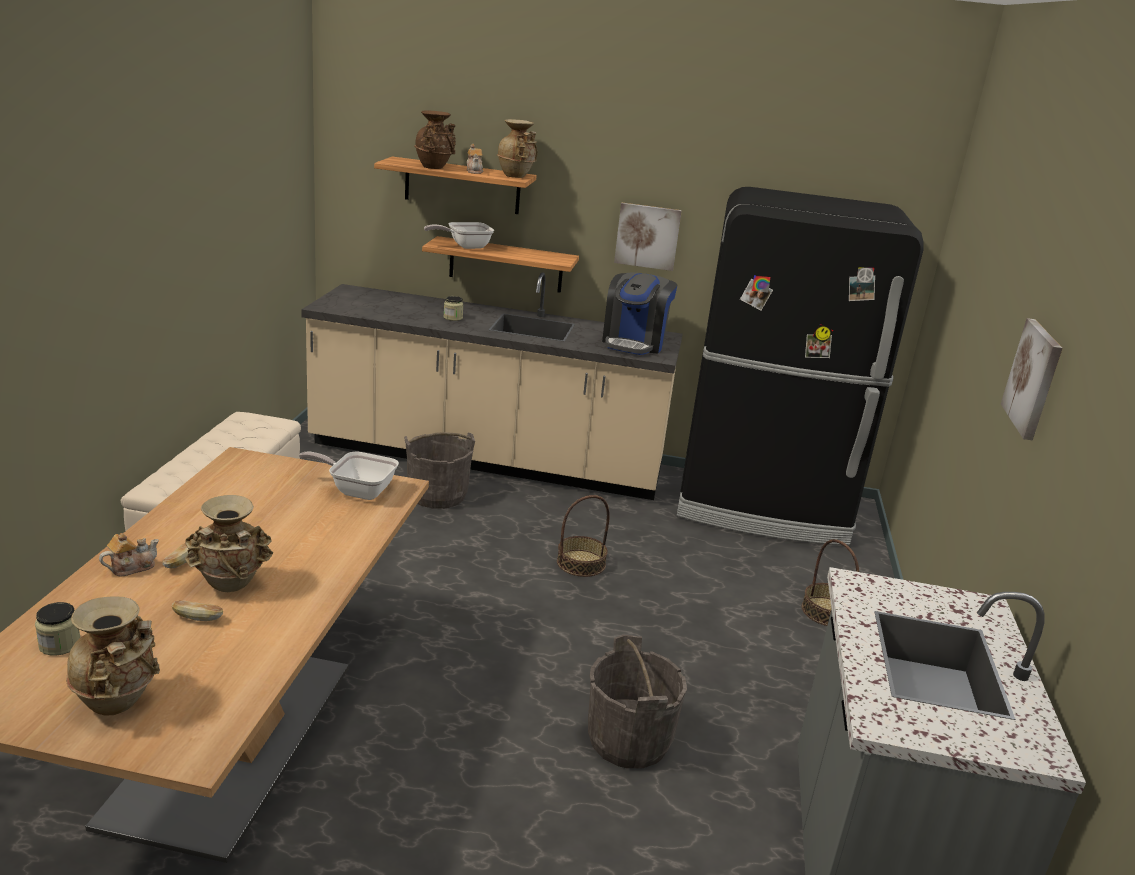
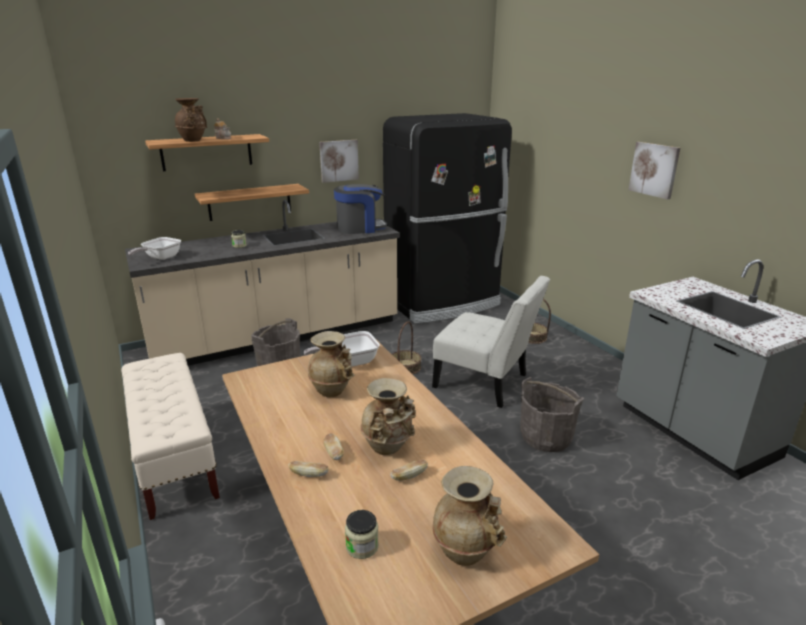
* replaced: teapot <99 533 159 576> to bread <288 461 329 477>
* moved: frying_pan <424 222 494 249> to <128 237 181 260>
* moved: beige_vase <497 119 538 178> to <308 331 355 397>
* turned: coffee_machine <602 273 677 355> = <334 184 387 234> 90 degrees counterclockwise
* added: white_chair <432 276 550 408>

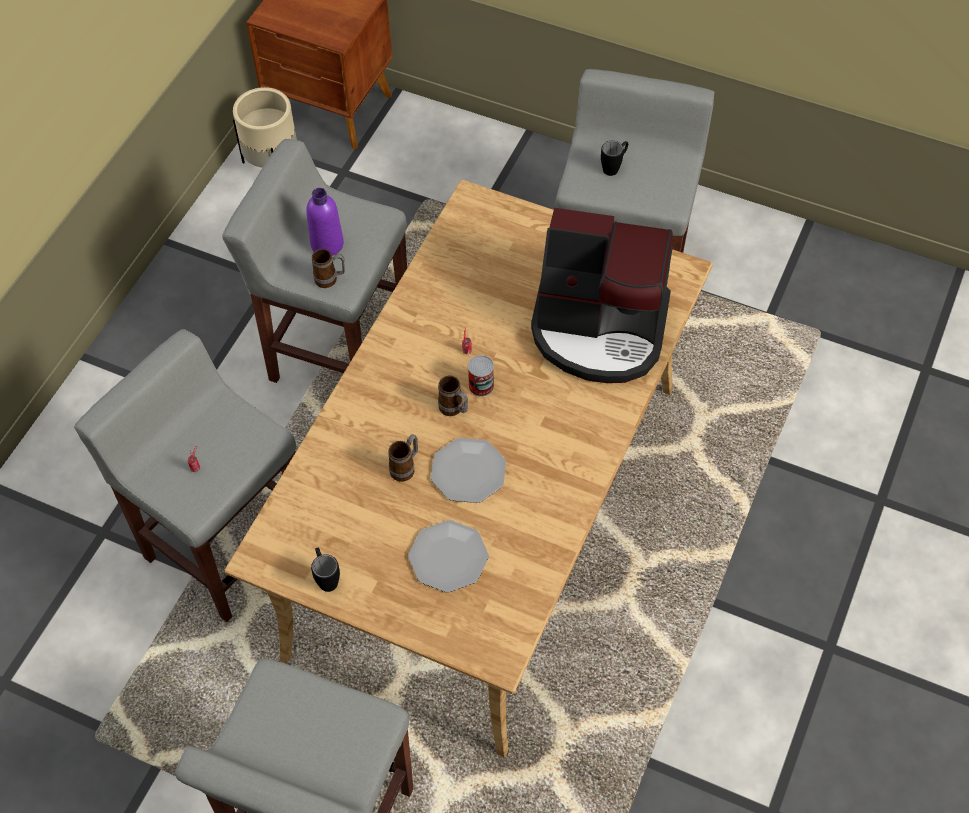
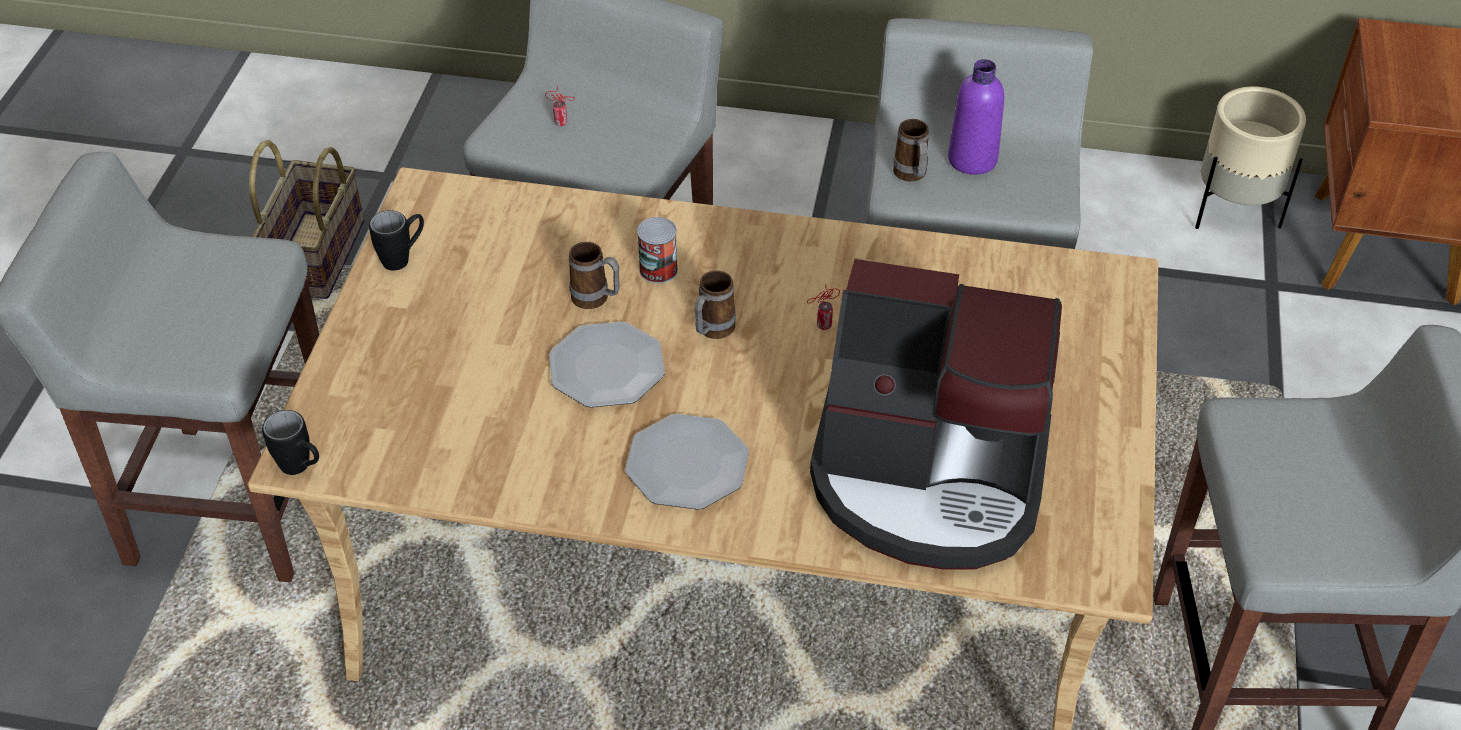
* moved: plate <408 520 489 592> to <625 414 749 510>
* moved: can <468 355 494 397> to <637 217 678 283>
* turned: coffee_machine <531 208 673 383> = <810 259 1062 570> 75 degrees counterclockwise
* moved: black_mug <601 141 628 176> to <262 410 319 475>
* added: basket <249 140 364 299>

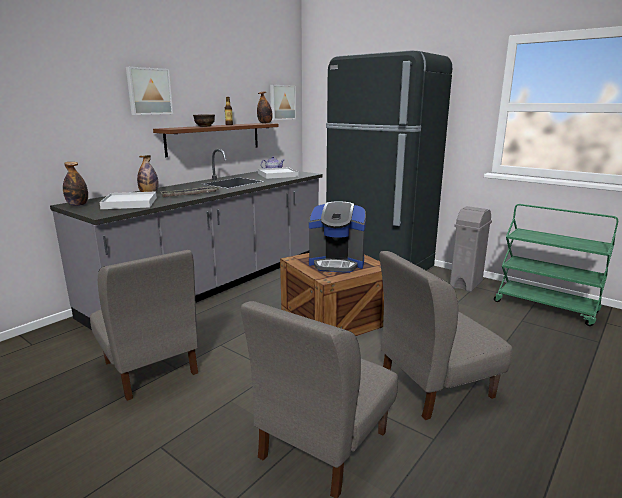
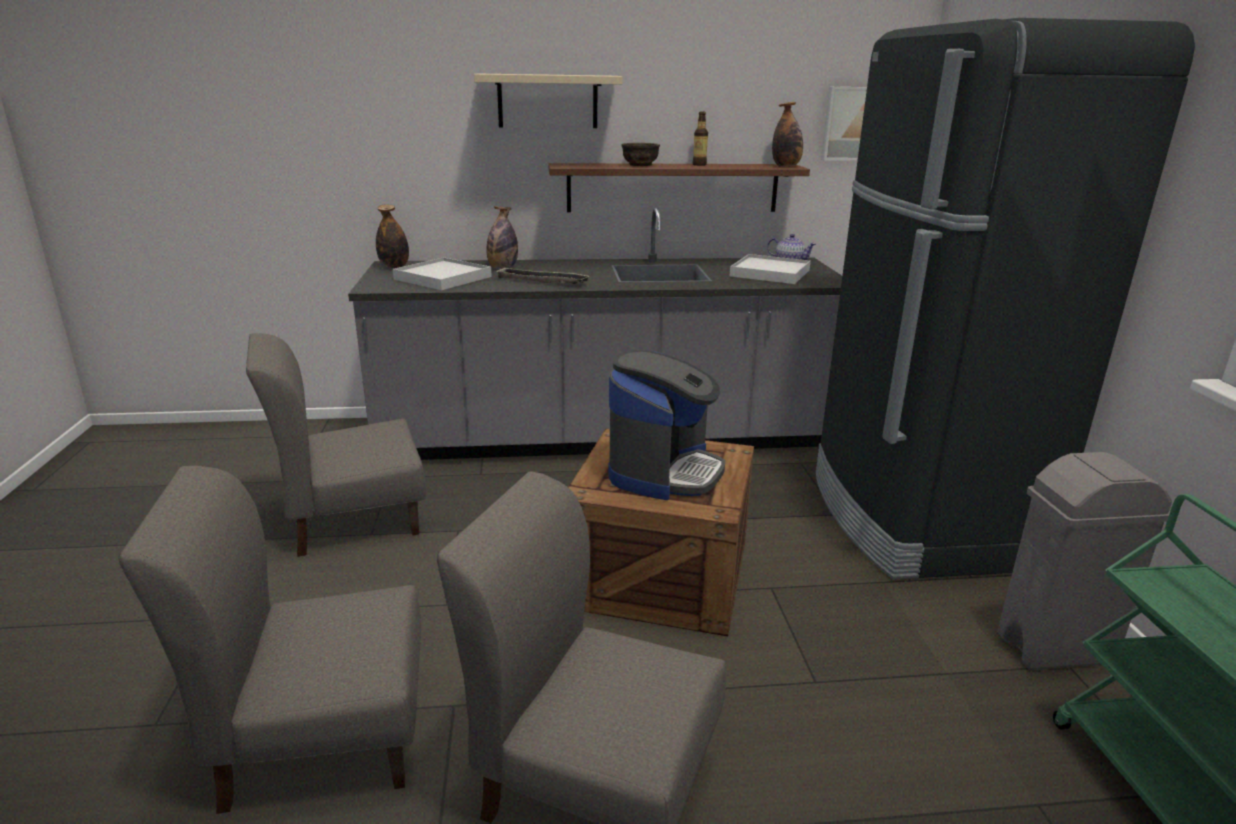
* turned: grey_chair <90 250 198 401> = <246 333 426 557> 60 degrees clockwise
* replaced: picture <126 67 173 115> to beige_shelf <474 74 622 128>
* turned: coffee_machine <309 202 366 273> = <608 350 725 500> 120 degrees counterclockwise

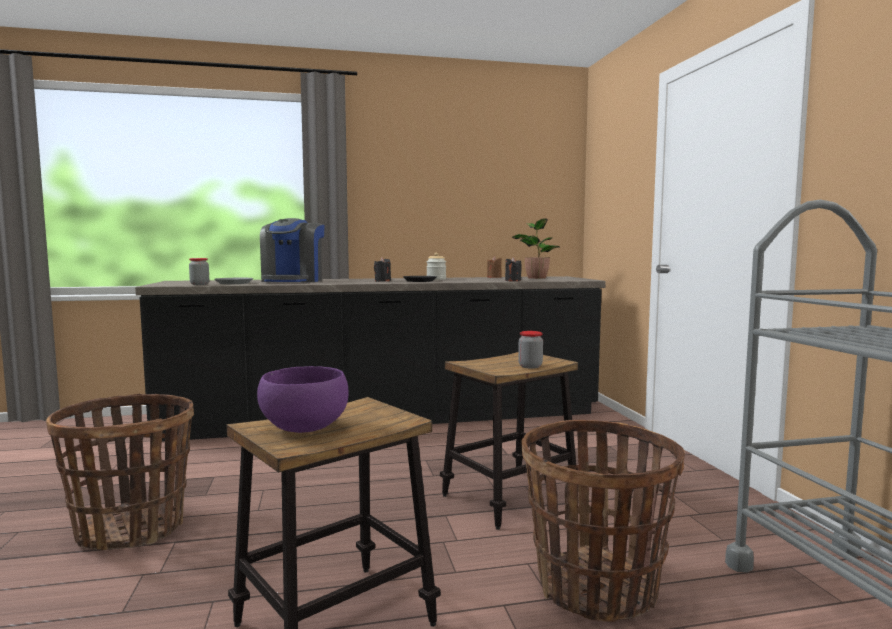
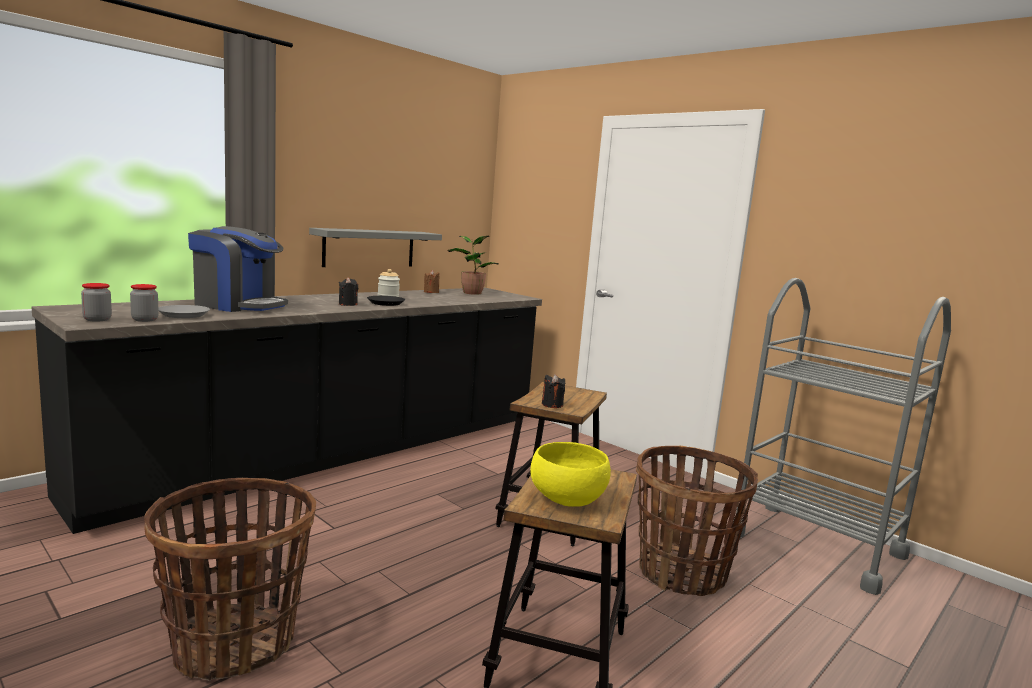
* recoloured: purple_bowl <257 366 349 433> to yellow_bowl <530 442 611 507>
* turned: coffee_machine <260 218 325 282> = <188 226 288 312> 45 degrees counterclockwise
* moved: black_candle <505 257 522 281> to <542 374 565 408>
* moved: jar <518 331 543 369> to <81 283 112 322>
* added: grey_shelf <309 228 442 267>

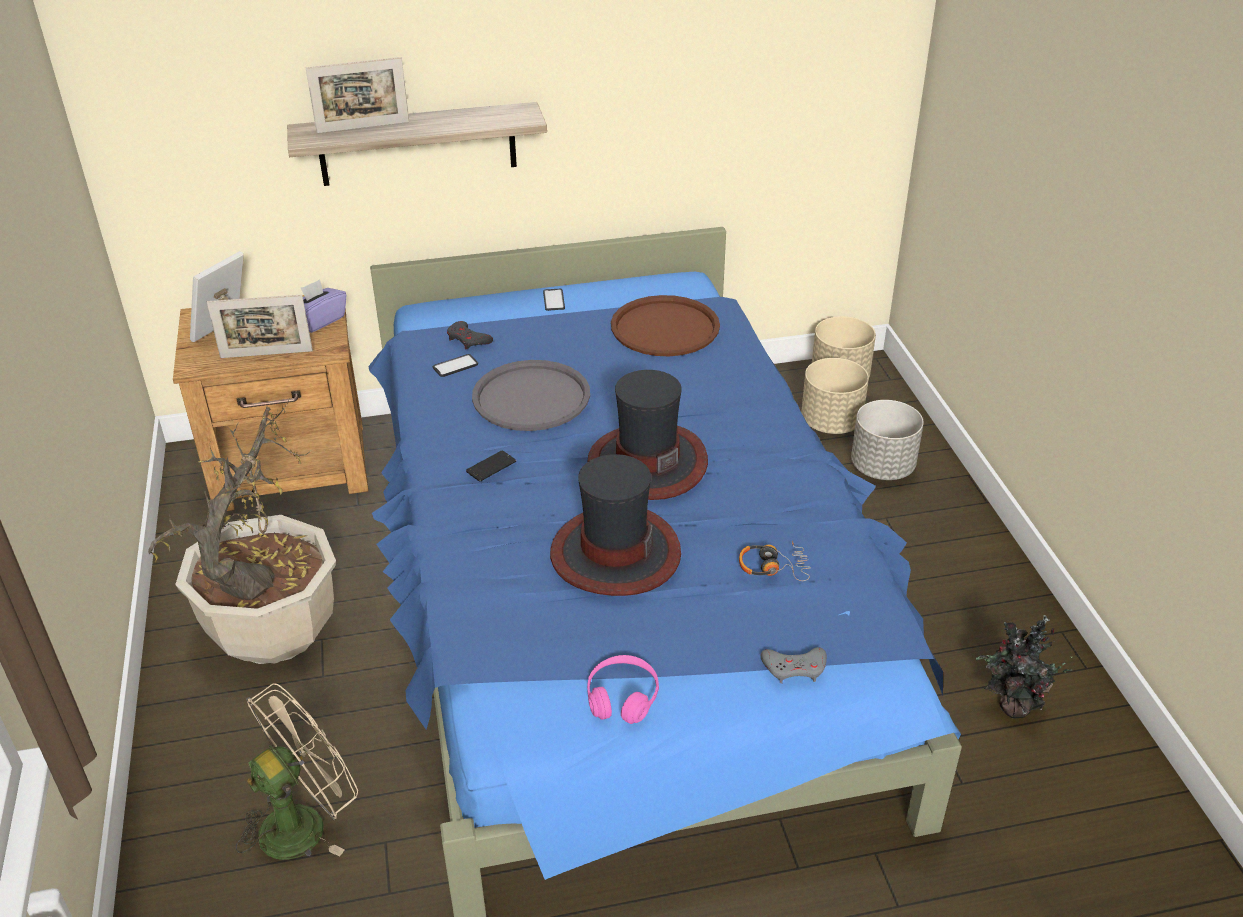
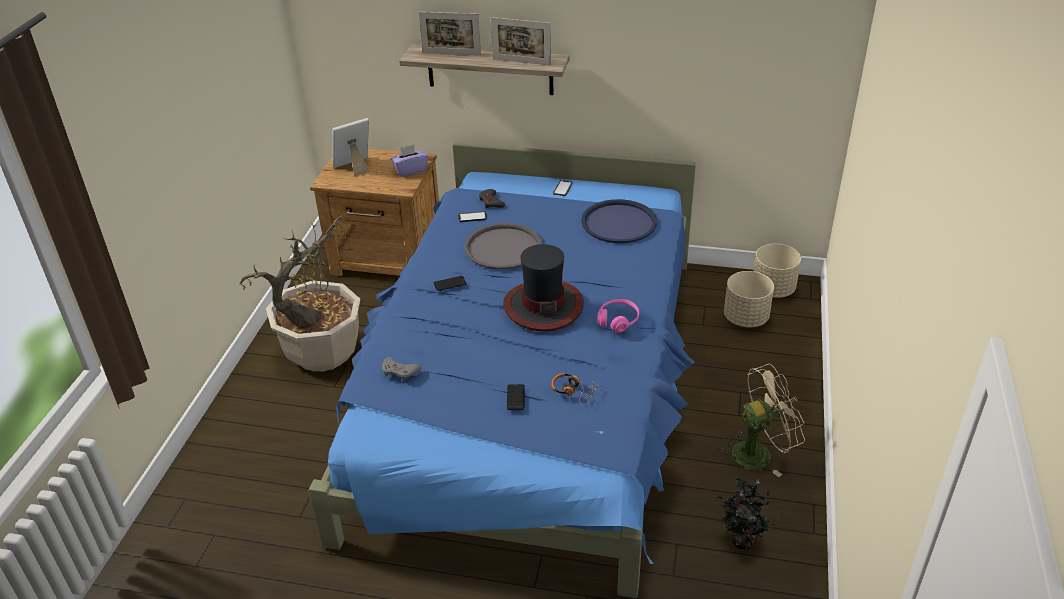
* moved: picture_frame <207 294 313 358> to <491 17 551 65>
* moved: beige_fan <236 683 358 860> to <717 364 805 477>
* removed: hat <550 454 681 596>
* moved: pink_headphones <587 655 659 724> to <597 299 639 333>
* recoloured: brown_tray <611 295 720 356> to blue_tray <581 199 657 243>
* moved: grey_game_controller <761 647 827 683> to <382 357 421 381>
* removed: grey_planter <851 400 924 480>
* added: phone <507 384 525 410>

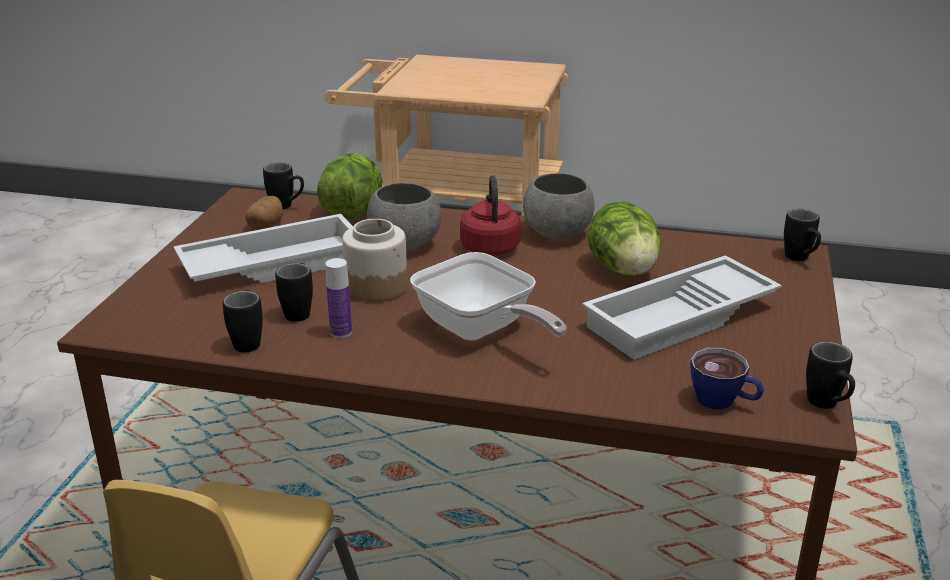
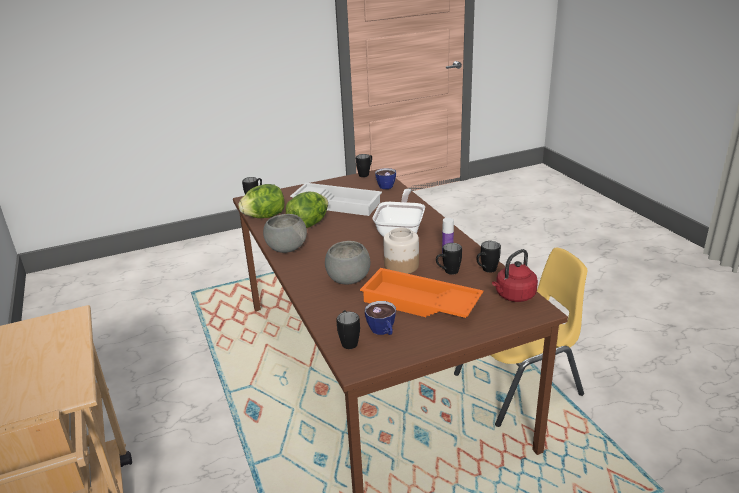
* recoloured: white_tray <173 214 353 283> to orange_tray <360 268 483 318>
* replaced: potato <245 196 283 230> to cup <365 301 396 335>
* moved: lettuce <317 153 383 219> to <238 184 284 218>
* moved: red_kettle <460 175 521 256> to <492 249 538 302>

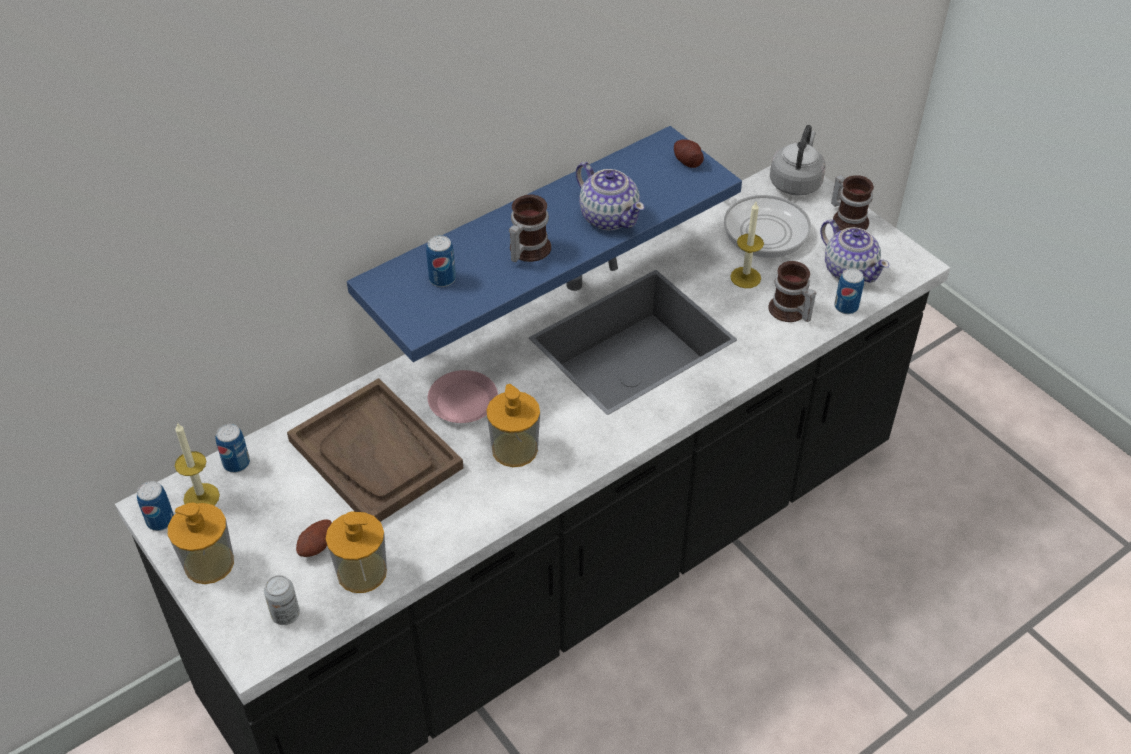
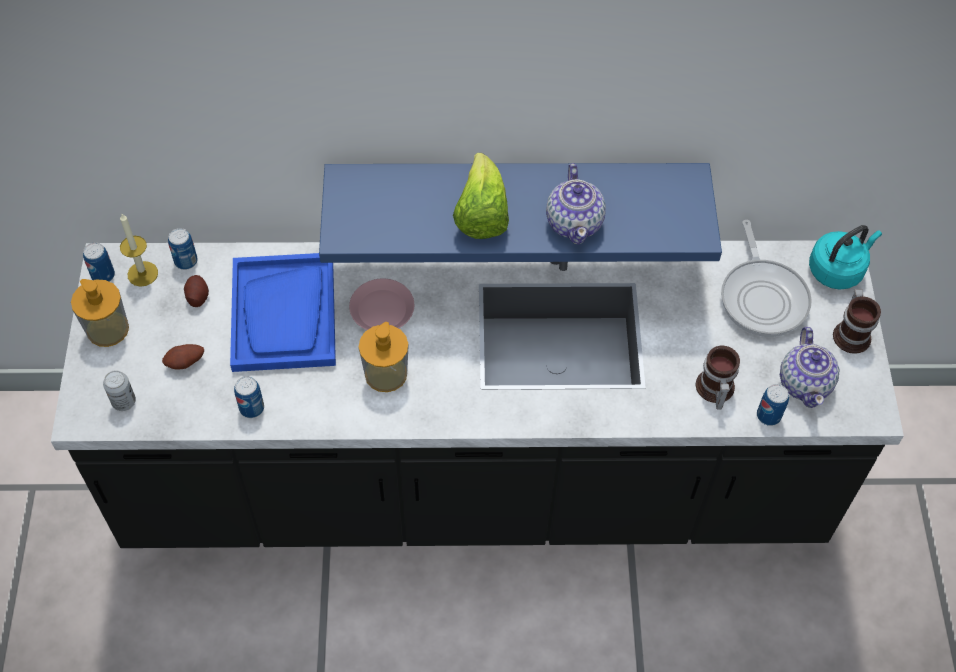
* recoloured: brown_tray <287 378 463 522> to blue_tray <230 253 336 372>
* removed: soap_dispenser <326 512 387 593>
* moved: can <426 235 456 287> to <234 376 264 418>
* replaced: mug <509 194 551 262> to lettuce <453 153 509 239>
* moved: potato <674 139 704 168> to <184 275 209 307>
* removed: candle <730 202 764 288>
* recoloured: grey_kettle <770 125 826 196> to turquoise_kettle <809 225 882 289>

